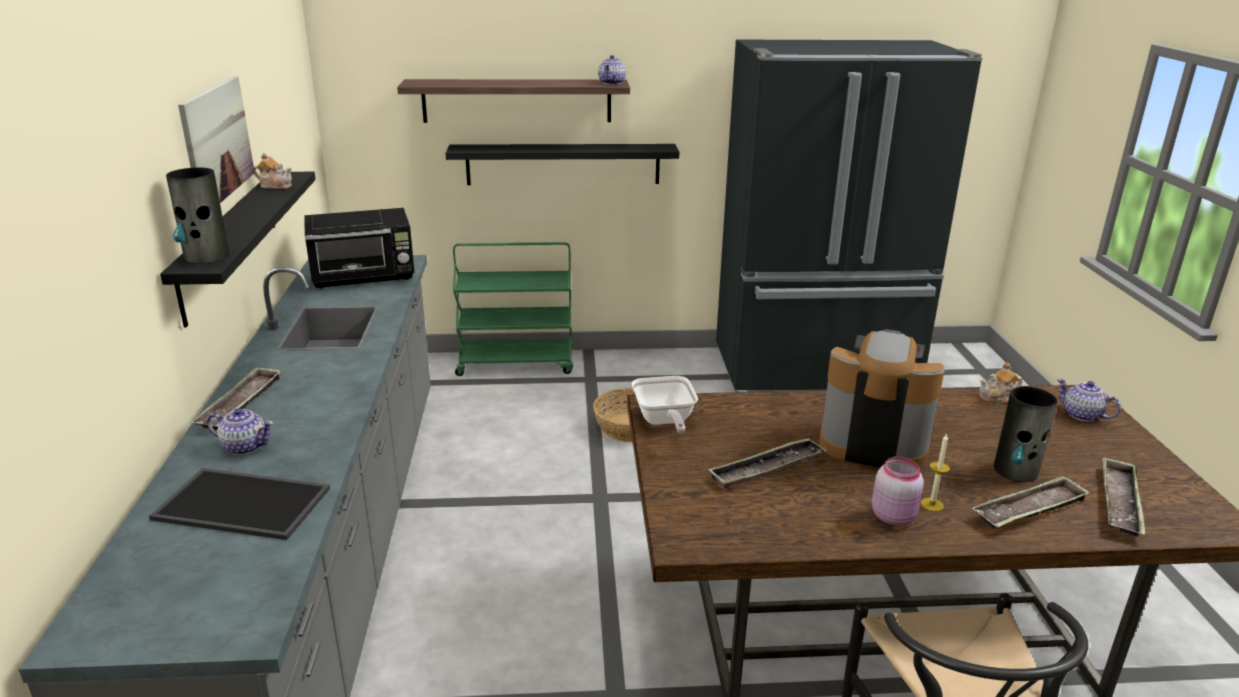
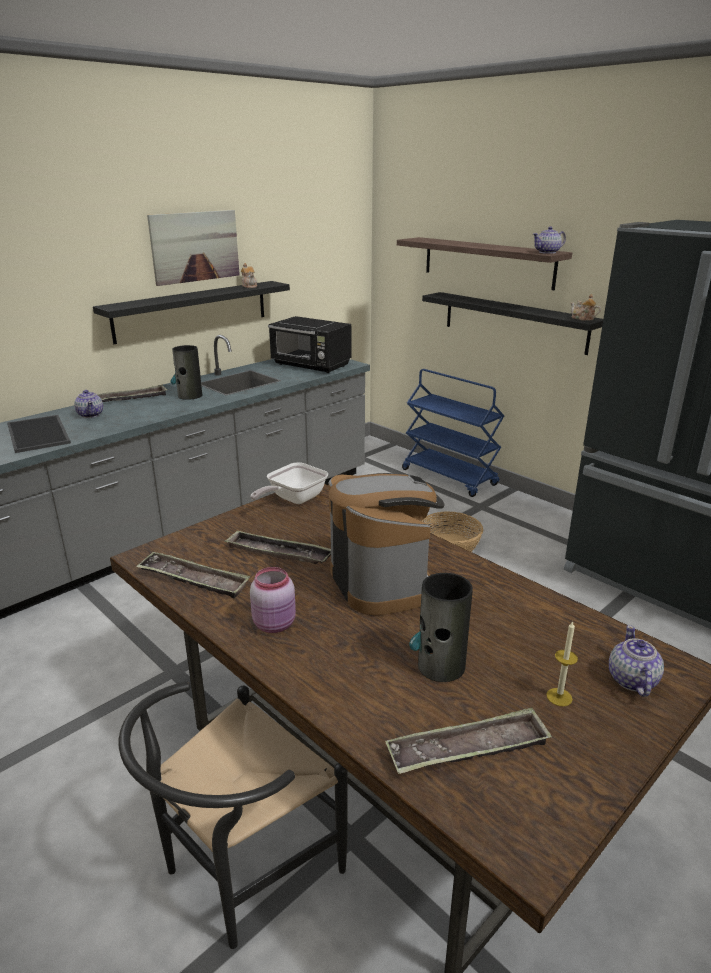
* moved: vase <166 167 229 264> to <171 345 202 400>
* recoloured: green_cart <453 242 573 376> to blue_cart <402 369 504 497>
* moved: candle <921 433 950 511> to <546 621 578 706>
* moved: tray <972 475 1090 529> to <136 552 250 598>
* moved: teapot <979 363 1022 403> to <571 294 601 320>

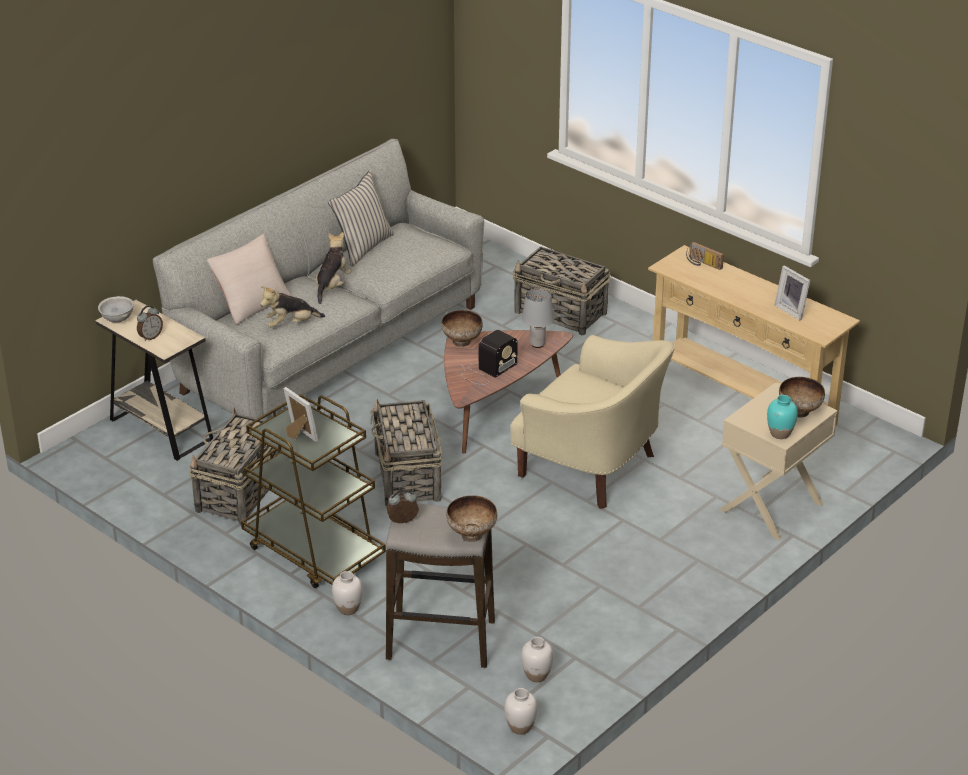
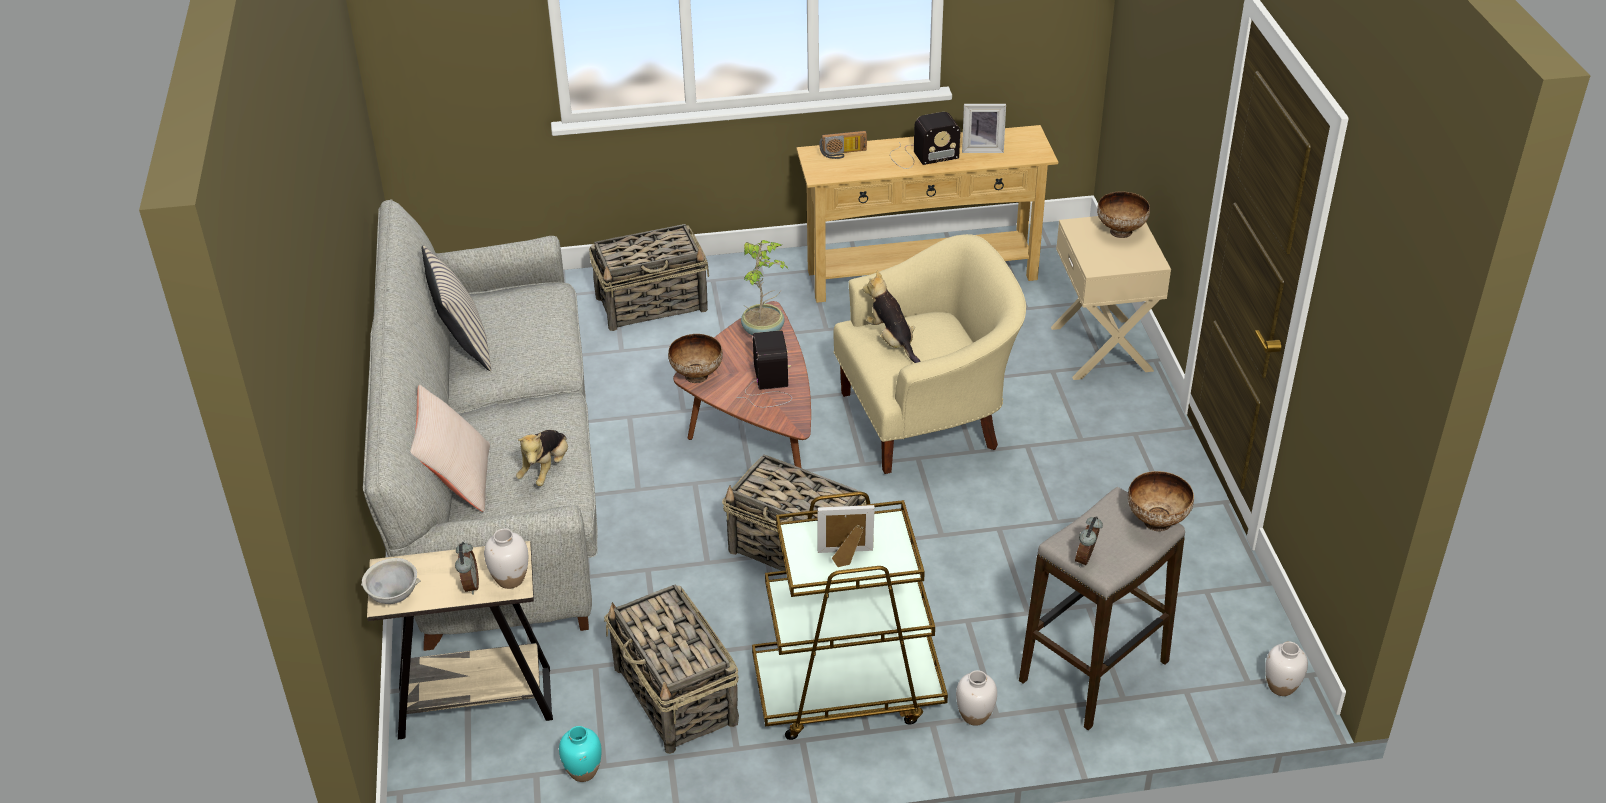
* moved: plush_toy <315 232 351 304> to <863 270 921 363>
* moved: white_vase <521 637 553 682> to <484 529 528 589>
* replaced: grey_table_lamp <522 288 554 348> to potted_plant <741 240 788 336>
* moved: turquoise_vase <767 395 798 439> to <559 726 602 782>
* added: radio <890 112 960 169>

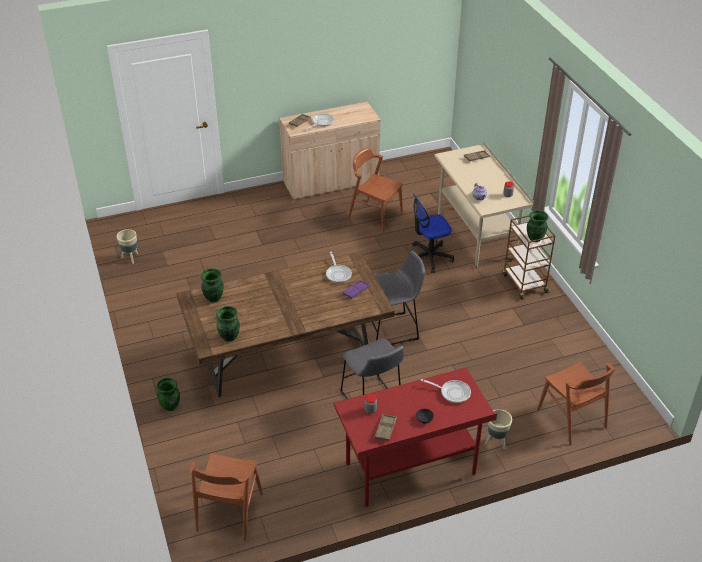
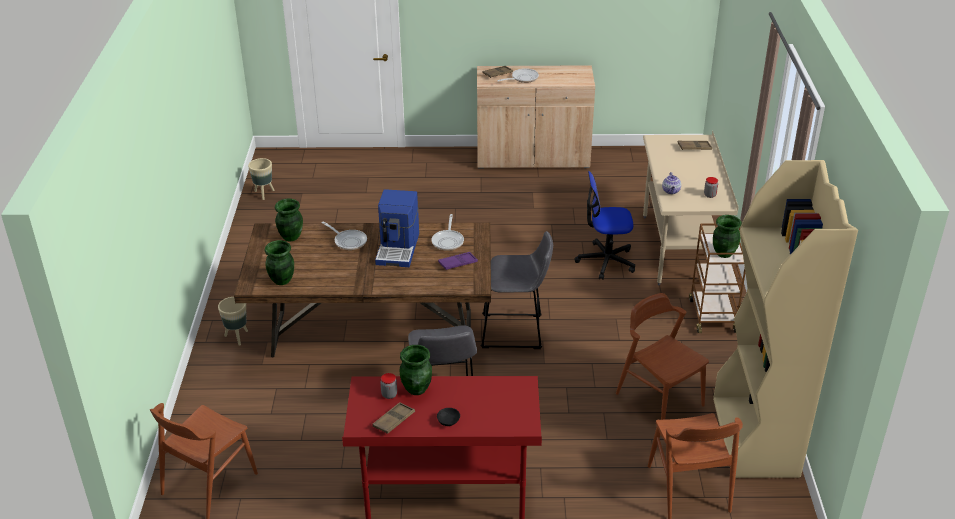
* moved: green_vase <156 378 180 411> to <400 345 432 395>
* moved: brown_chair <348 147 403 233> to <616 293 709 420>
* moved: frying_pan <420 379 471 403> to <322 221 367 250>
* moved: beige_planter <485 409 512 449> to <218 297 248 346>
* added: coffee_machine <375 189 419 267>
* added: beige_bookcase <713 160 858 478>

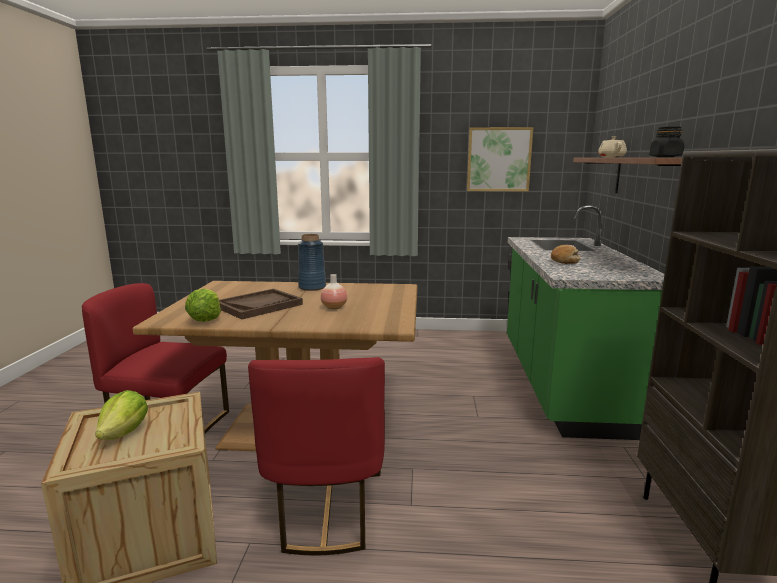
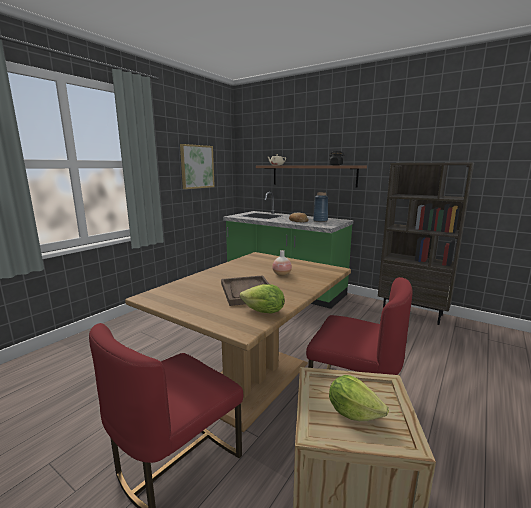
* moved: blue_vase <298 234 326 291> to <313 192 328 222>

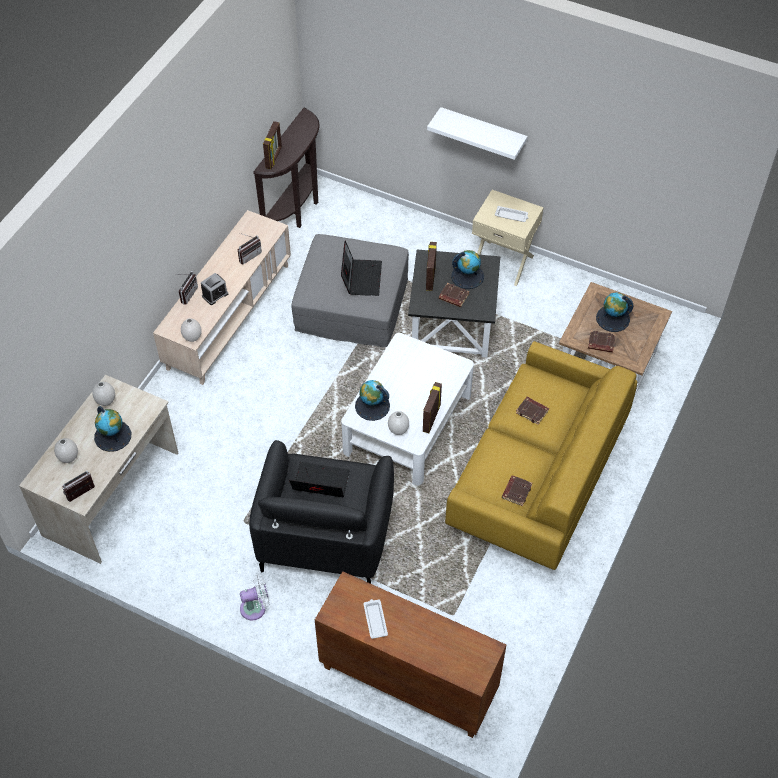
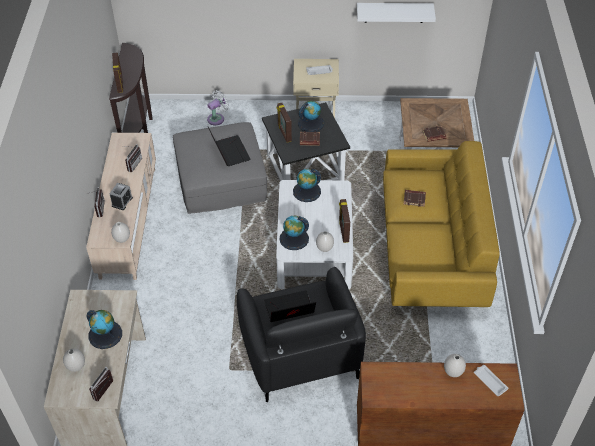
* moved: white_vase <92 382 115 406> to <444 354 466 377>
* moved: white_fan <240 575 270 621> to <207 90 229 125>
* moved: white_tray <363 599 388 639> to <474 365 509 396>
* moved: white_shelf <427 107 528 160> to <357 3 436 23>
* removed: brown_book <502 475 532 506>
* moved: globe <596 292 634 332> to <293 169 321 202>

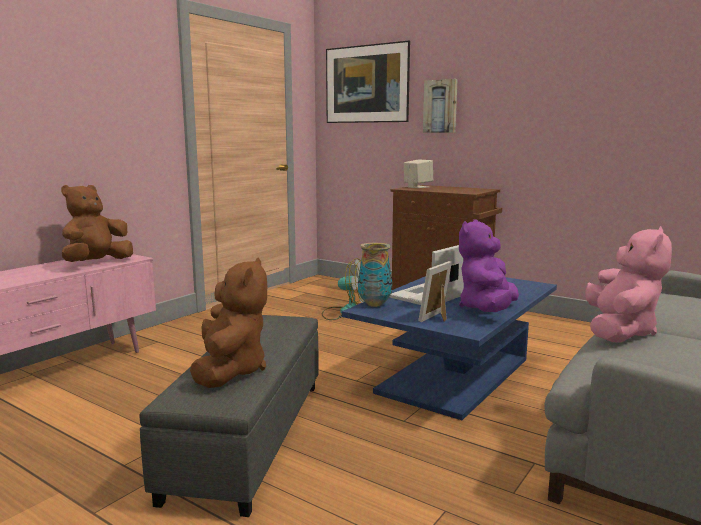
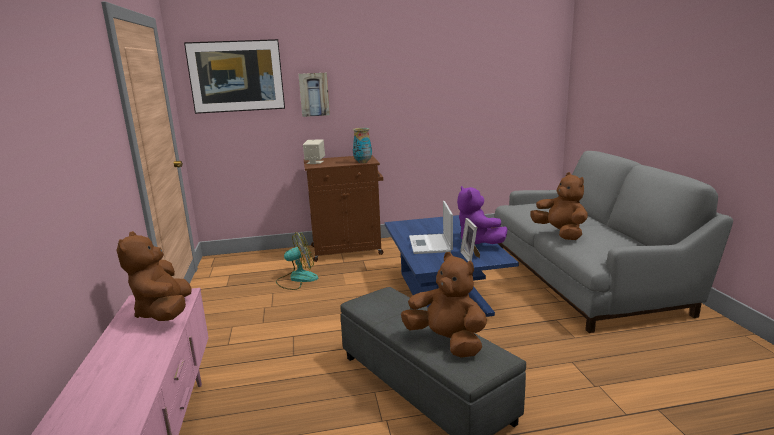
* moved: vase <358 243 392 307> to <353 128 372 163>
* recoloured: pink_plush_toy <585 226 672 343> to brown_plush_toy <530 172 588 240>

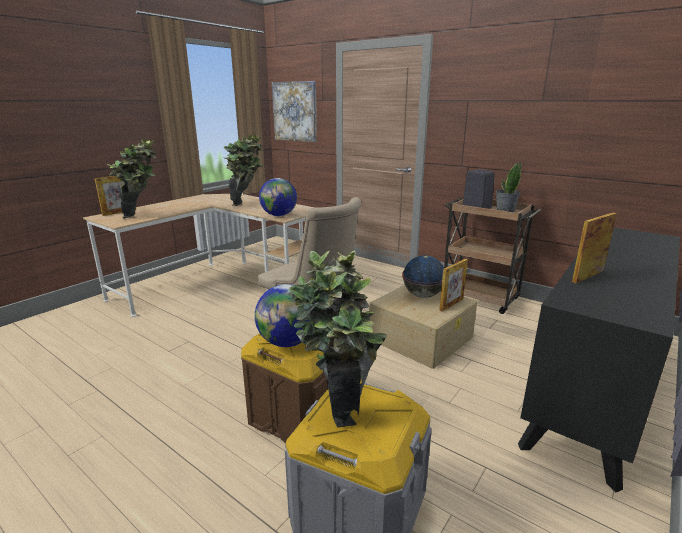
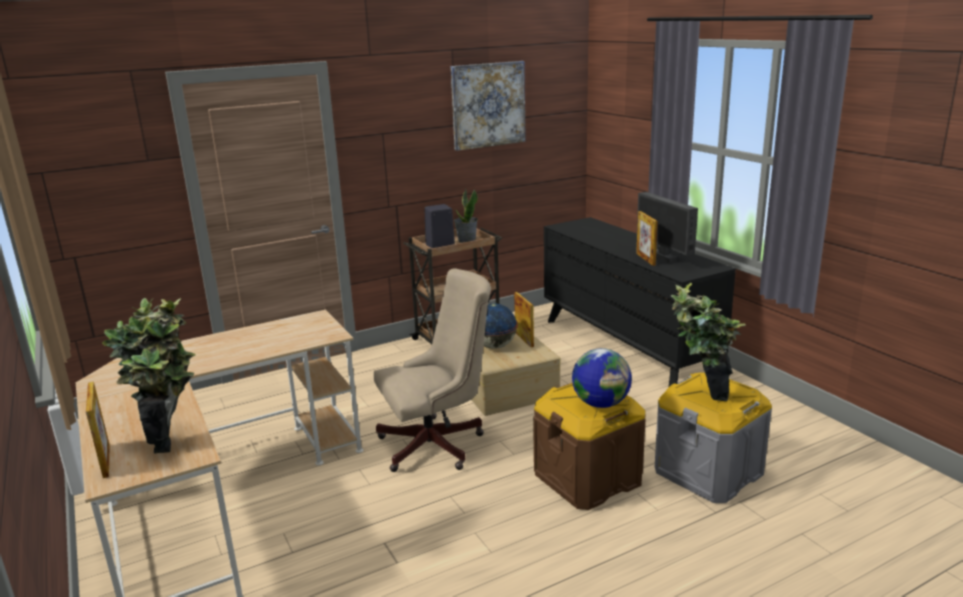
* removed: potted_plant <224 134 264 206>
* removed: globe <259 178 297 216>
* moved: picture <272 81 317 142> to <451 61 526 151>
* added: monitor <637 192 698 263>

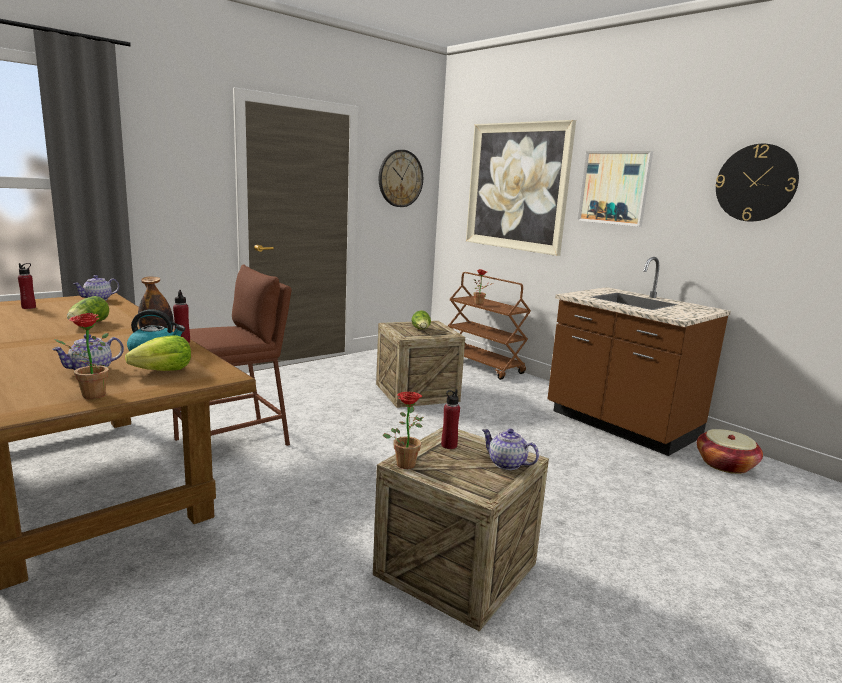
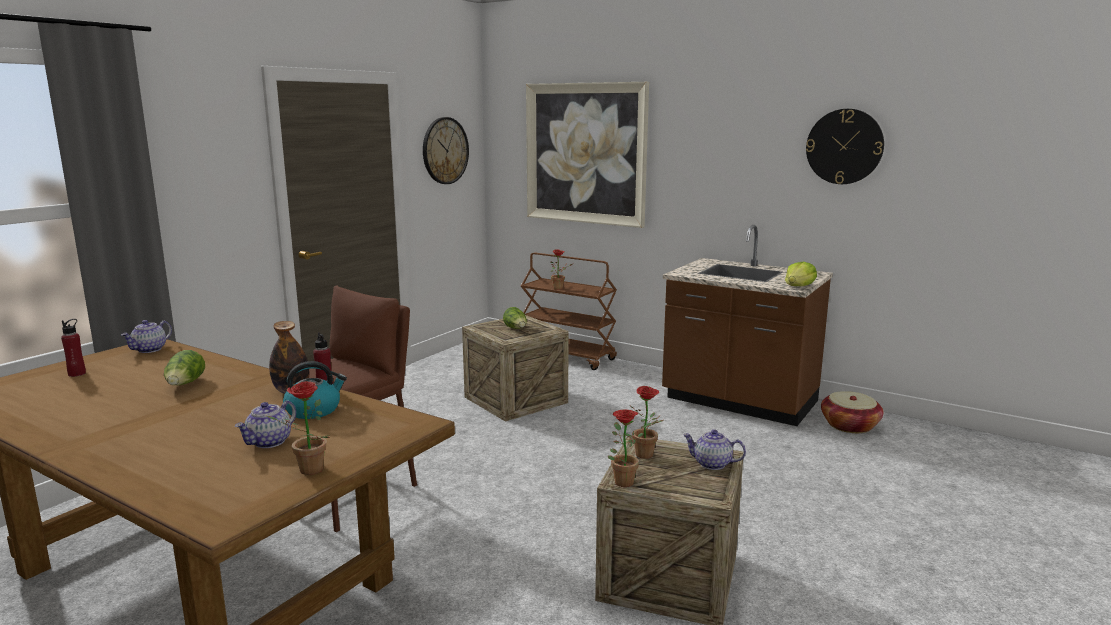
* moved: lettuce <125 335 191 371> to <785 262 817 286>
* replaced: red_bottle <441 389 460 449> to potted_plant <629 386 664 459>
* removed: picture <578 151 653 227>

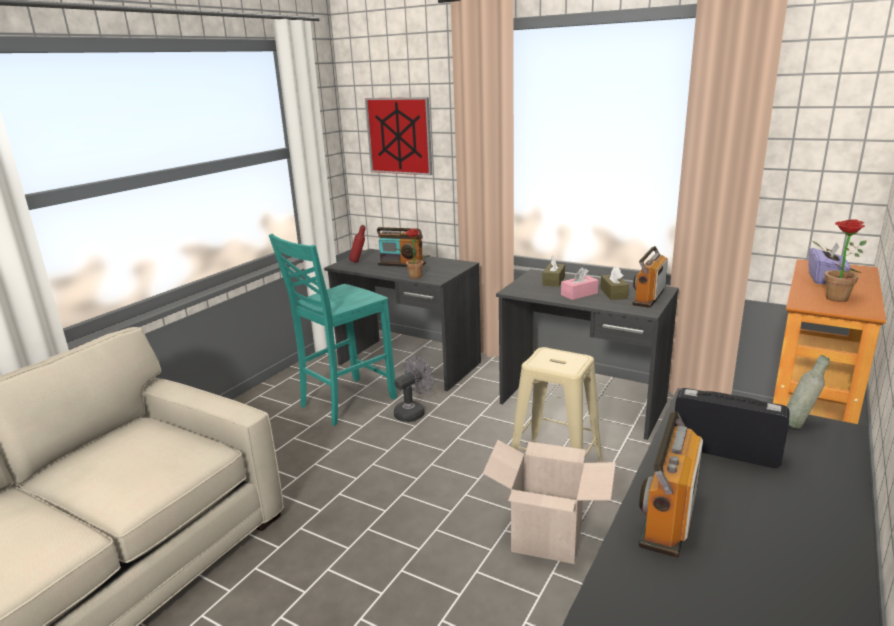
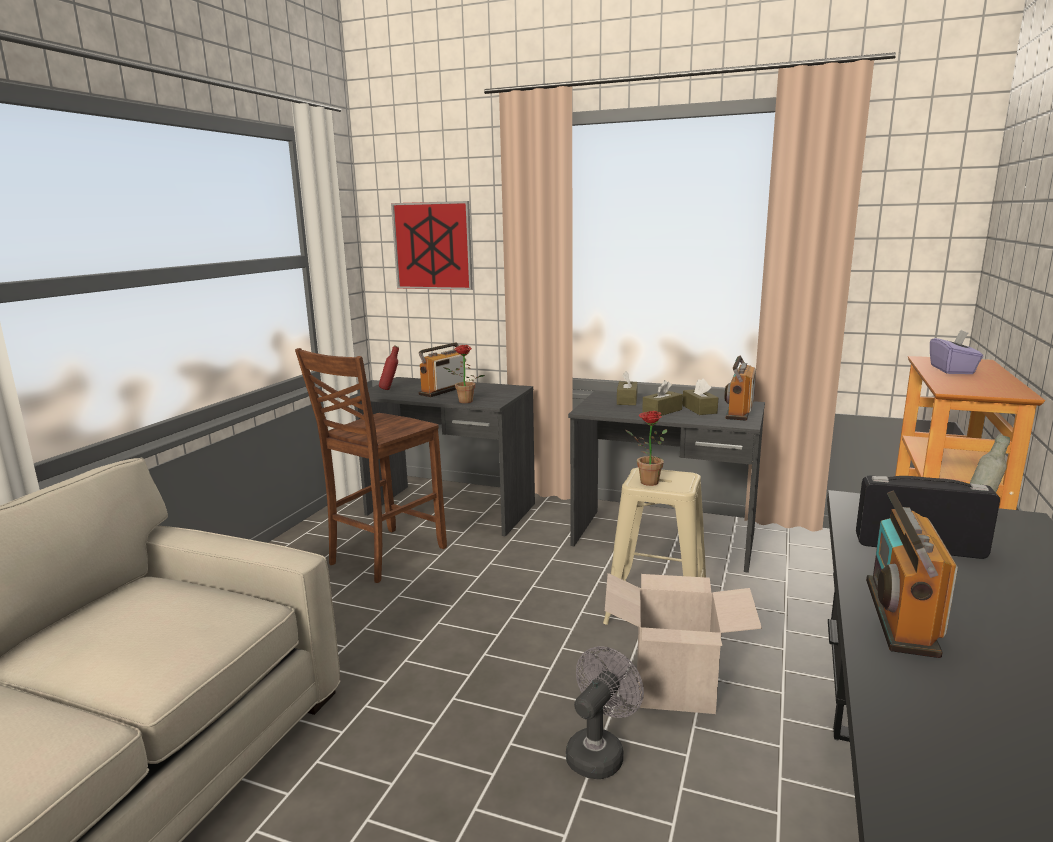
* recoloured: turquoise_chair <269 234 397 426> to brown_chair <295 348 447 583>
* turned: radio <377 227 426 267> = <418 343 464 397> 120 degrees clockwise
* moved: grey_fan <394 356 433 422> to <566 646 644 779>
* recoloured: pink_tissue_box <561 267 598 300> to brown_tissue_box <642 380 683 416>
* moved: potted_plant <812 219 867 302> to <625 411 668 486>

